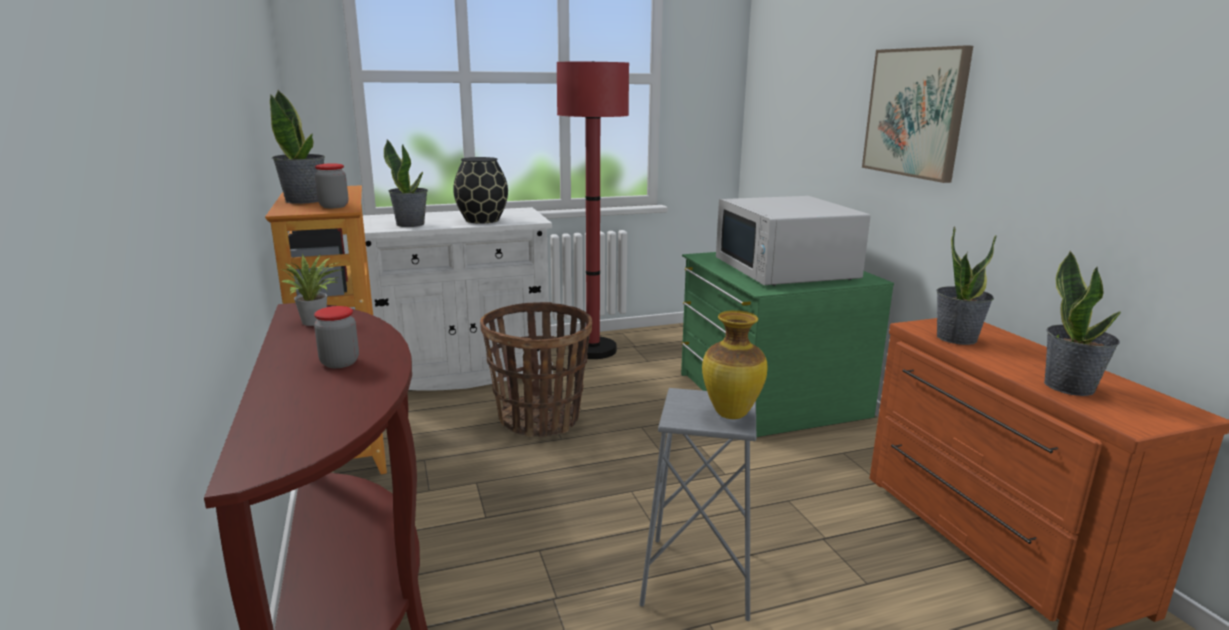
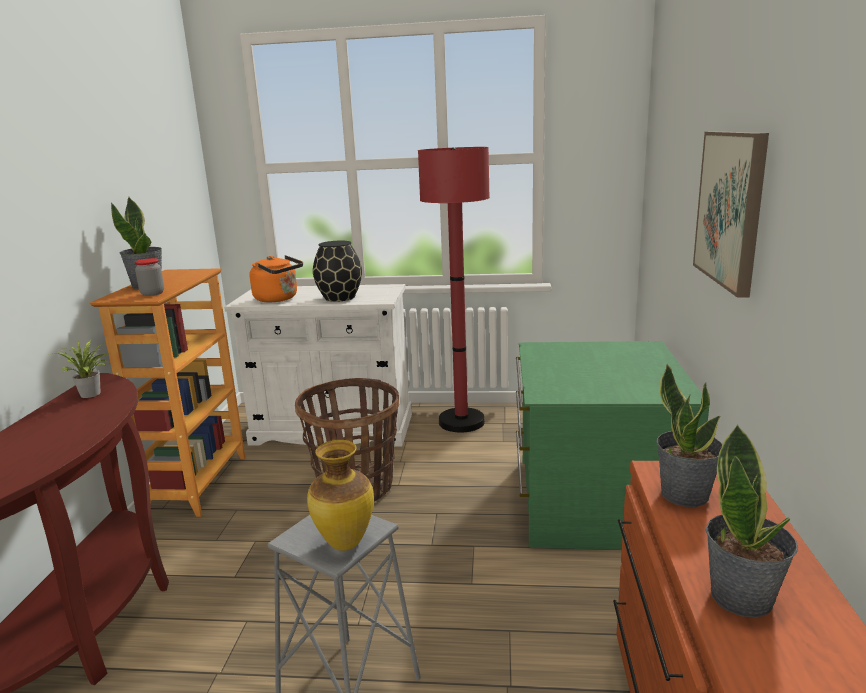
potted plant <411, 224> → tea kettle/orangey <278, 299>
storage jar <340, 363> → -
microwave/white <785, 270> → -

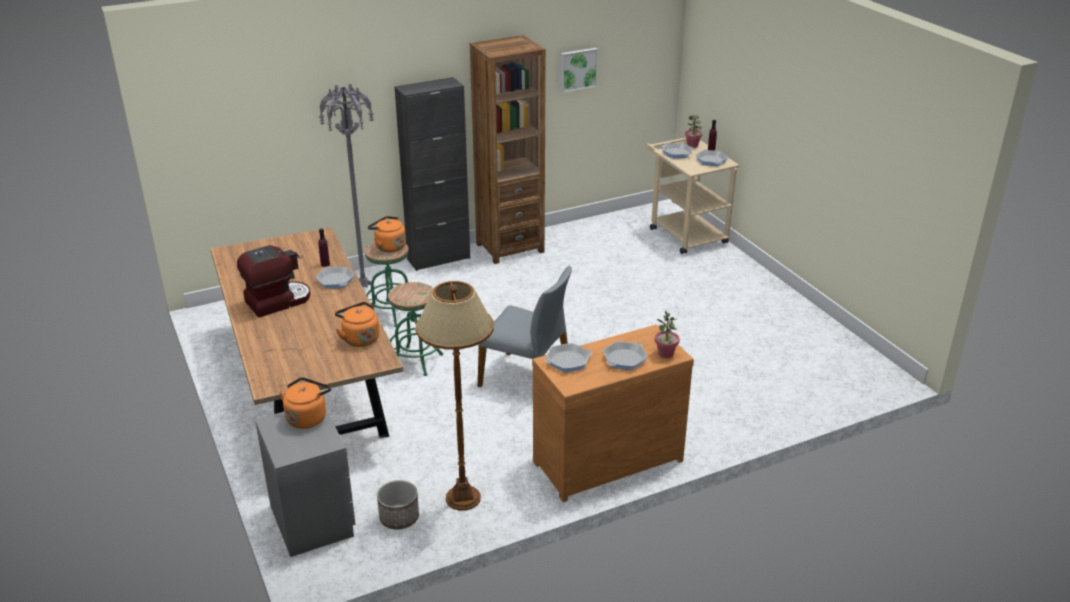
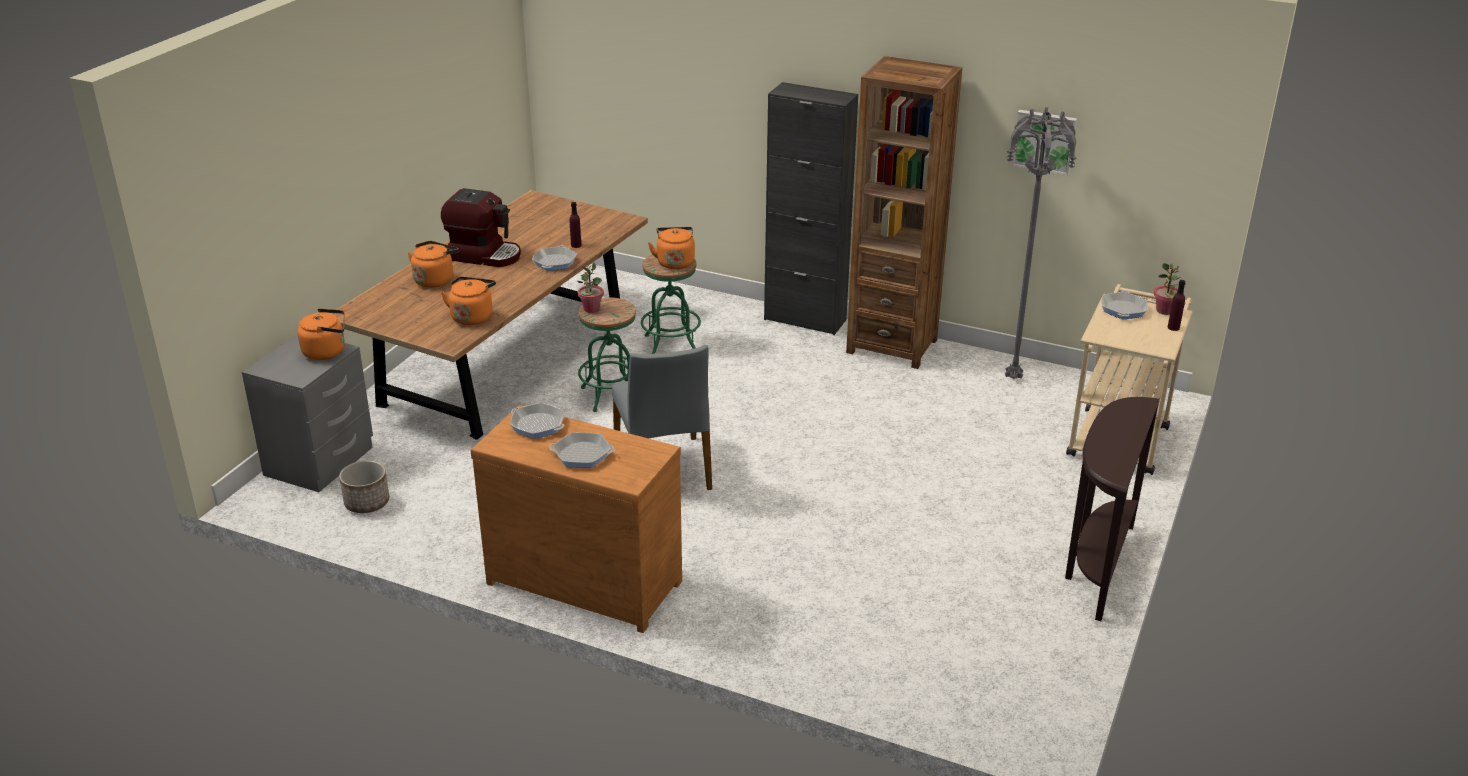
- → tea kettle/orangey <435, 280>
potted plant <665, 354> → potted plant <591, 309>, shifted
floor lamp/grey <362, 286> → floor lamp/grey <1013, 377>, shifted
- → narrow table/brownish <1096, 566>
floor lamp/brownish <462, 498> → -
skillet <711, 160> → -

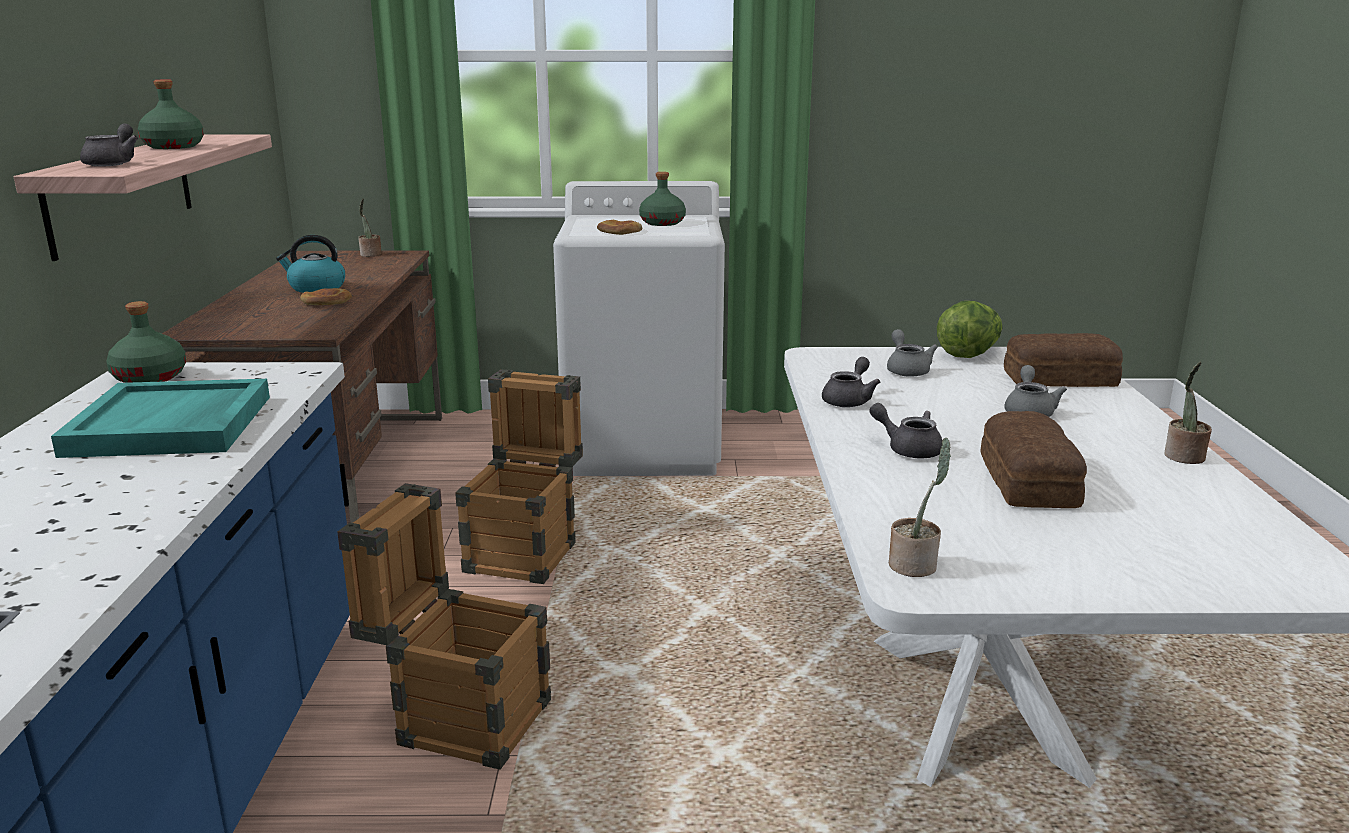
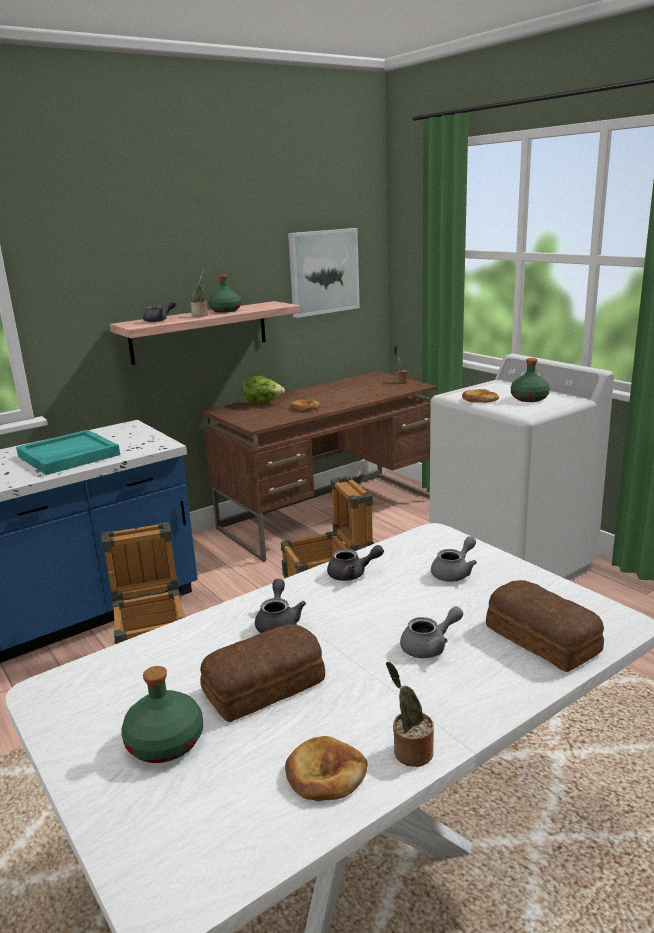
beverage bottle/greenish <150, 377> → beverage bottle/greenish <166, 742>, shifted
potted plant <915, 565> → potted plant <201, 315>, shifted
lettuce <969, 354> → lettuce <263, 403>, shifted
- → bakery bread <325, 774>
- → wall art <323, 272>
tea kettle <316, 288> → -

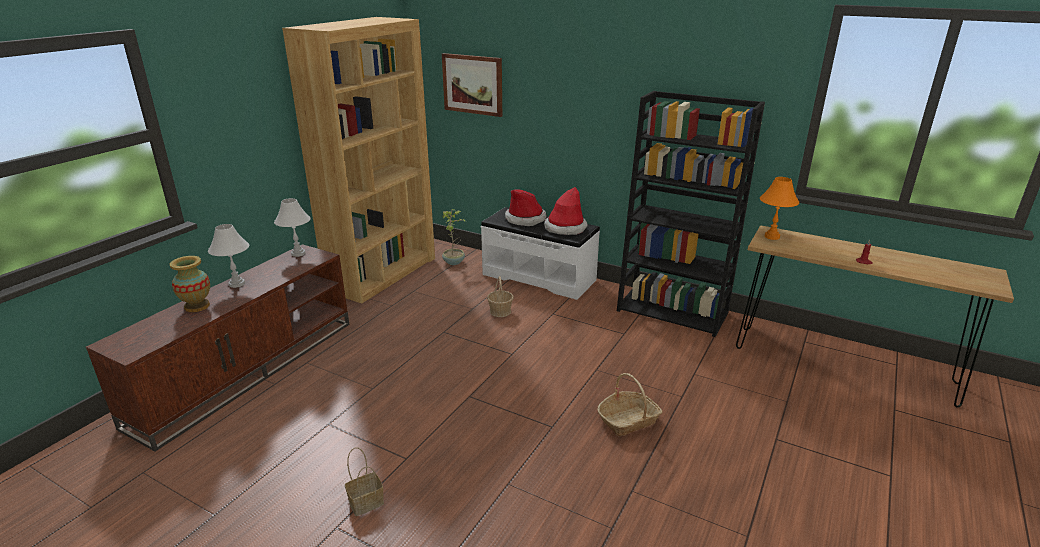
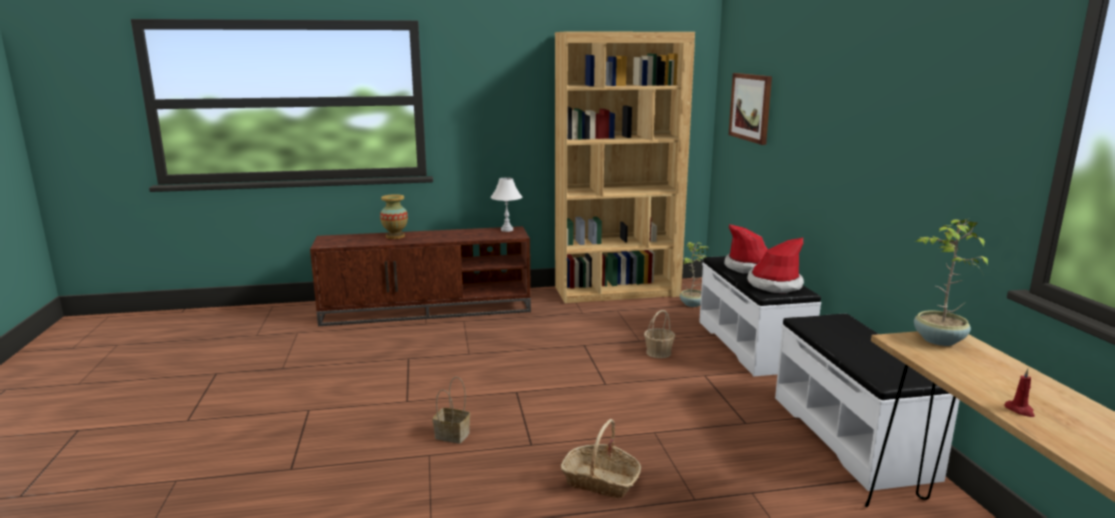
household basket <367, 501> → household basket <453, 435>, shifted
bookcase/black-coloured <673, 311> → long seat/white <852, 435>
table lamp/orangey <772, 236> → potted plant <938, 340>
table lamp/white <236, 284> → -

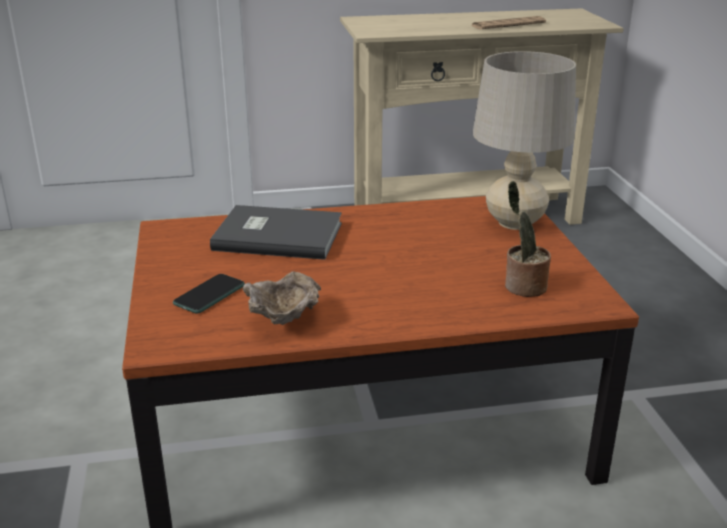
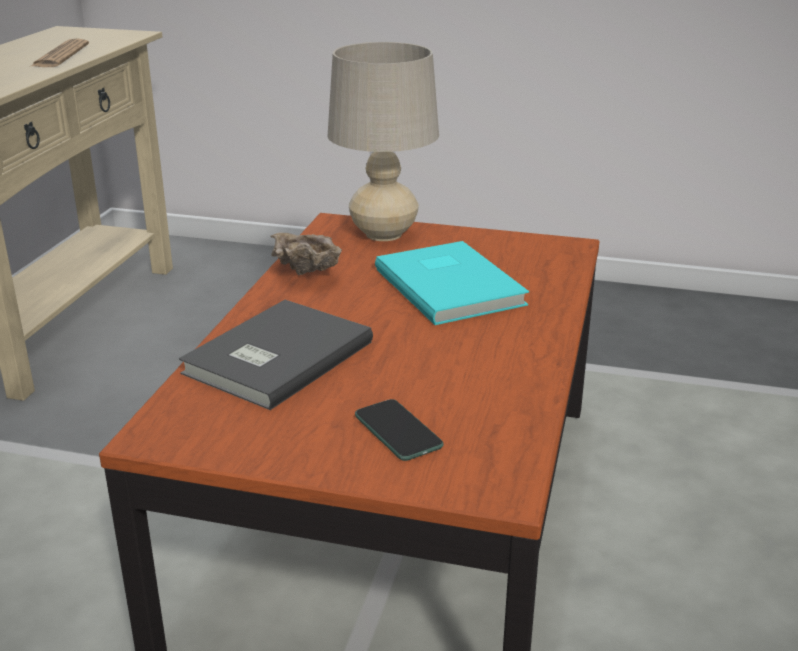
deep dish/sand-coloured <285, 321> → deep dish/sand-coloured <306, 275>, shifted
- → volume/blue-green <451, 285>
potted plant <522, 287> → -

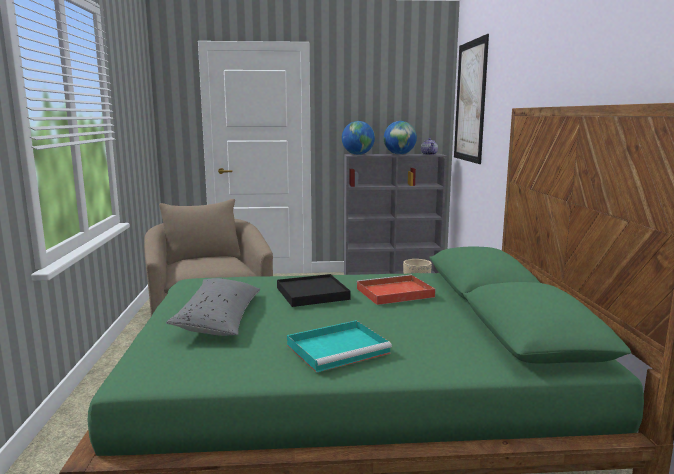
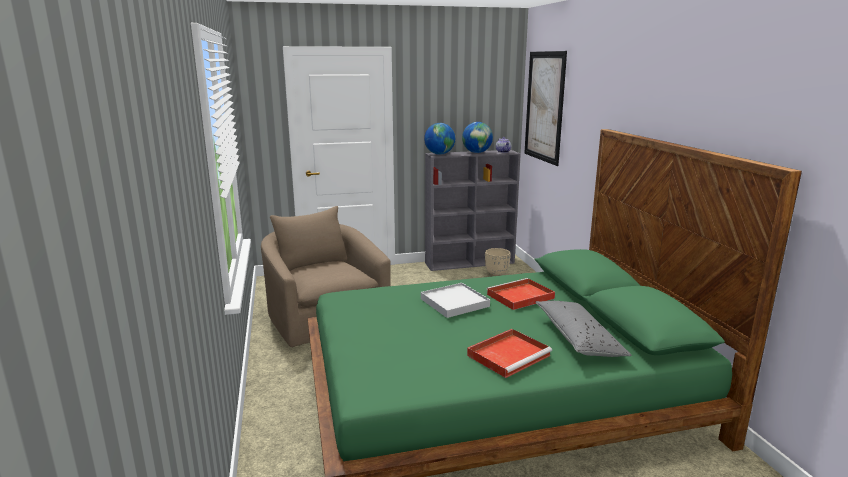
serving tray/black-coloured <312, 293> → serving tray/white <454, 303>
serving tray/blue-green <339, 348> → serving tray/reddish <509, 355>
throw pillow/grey <219, 318> → throw pillow/grey <578, 338>, shifted

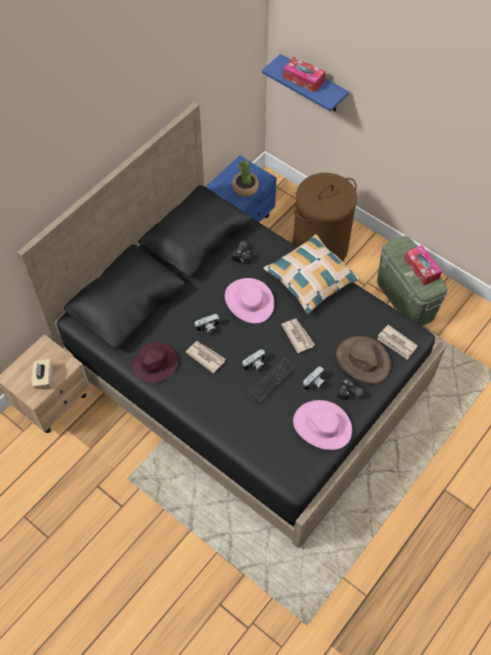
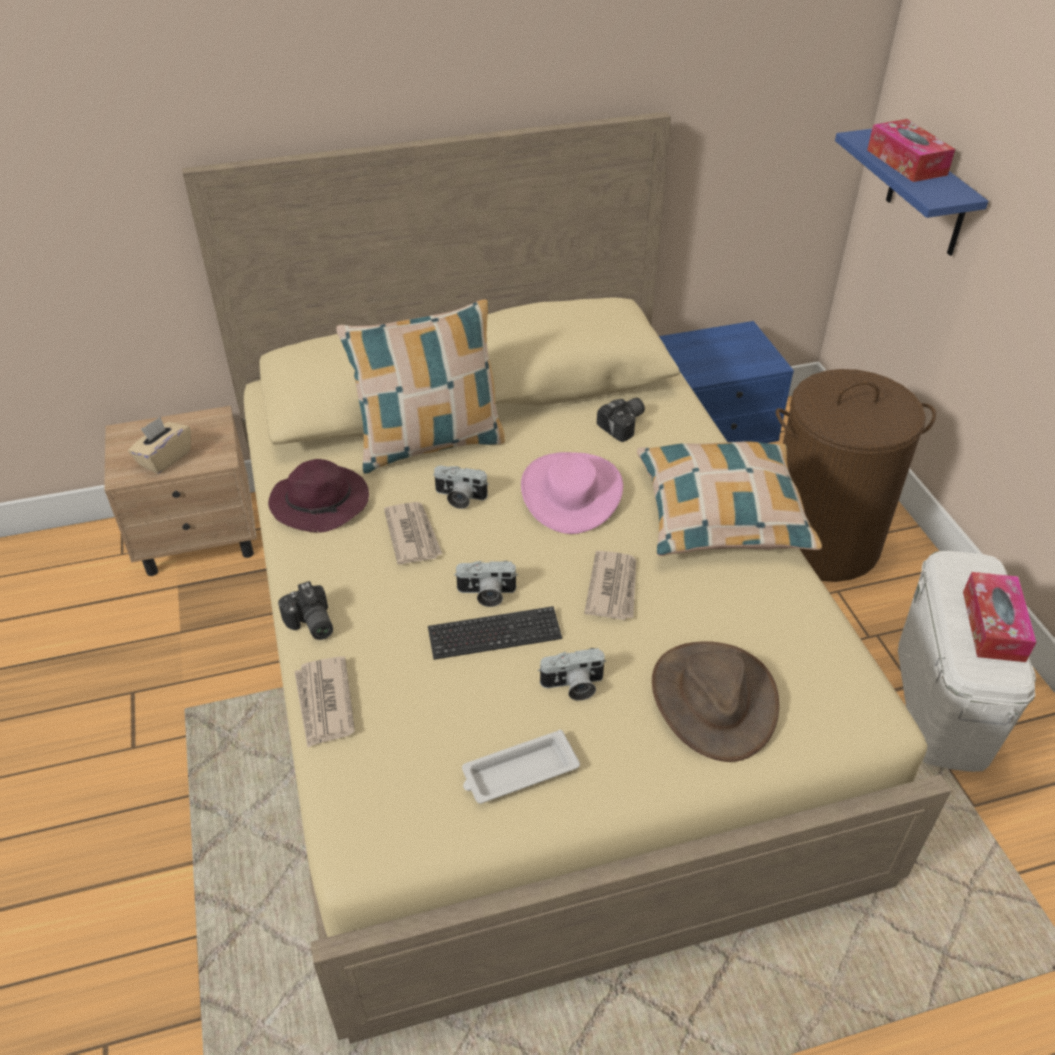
sleeping bed/black-coloured <245, 371> → sleeping bed/sand-coloured <529, 657>
photo camera <350, 394> → photo camera <310, 624>, shifted
daily paper <396, 343> → daily paper <324, 704>, shifted
- → throw pillow <429, 444>
wearable hat/pink-coloured <322, 426> → serving tray/white <518, 772>
storage container/greenish <405, 298> → storage container/white <942, 701>
potted plant <245, 188> → -

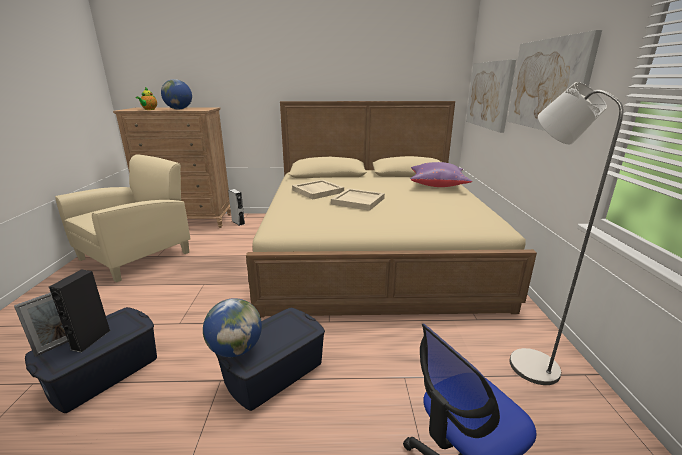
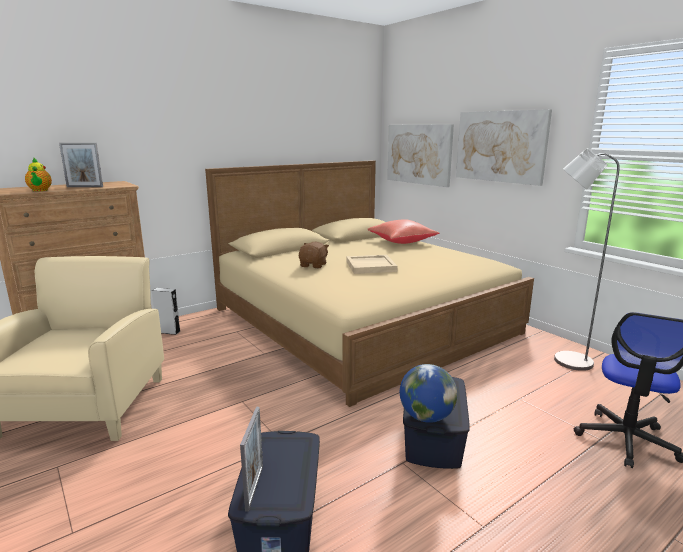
world globe <179, 109> → picture frame <85, 187>
serving tray/sand-coloured <317, 191> → cuddly toy/brownish <313, 265>
throw pillow/purple-coloured <437, 185> → throw pillow/reddish <401, 242>
speaker/black-coloured <91, 339> → -

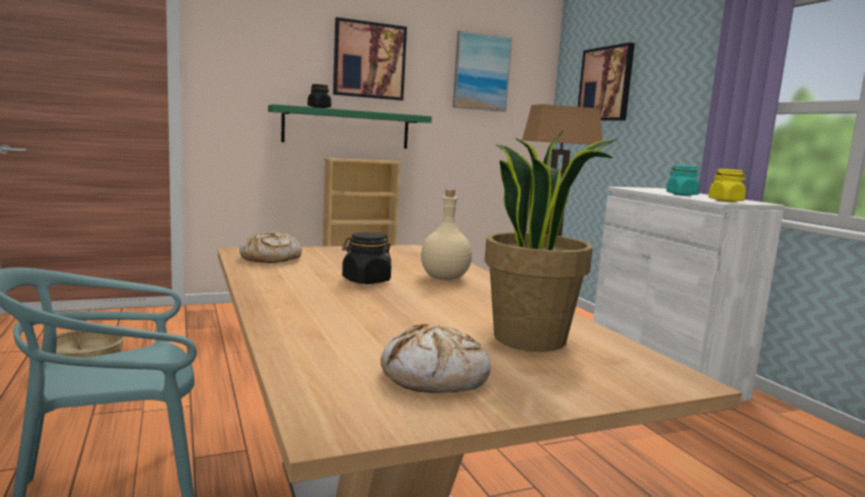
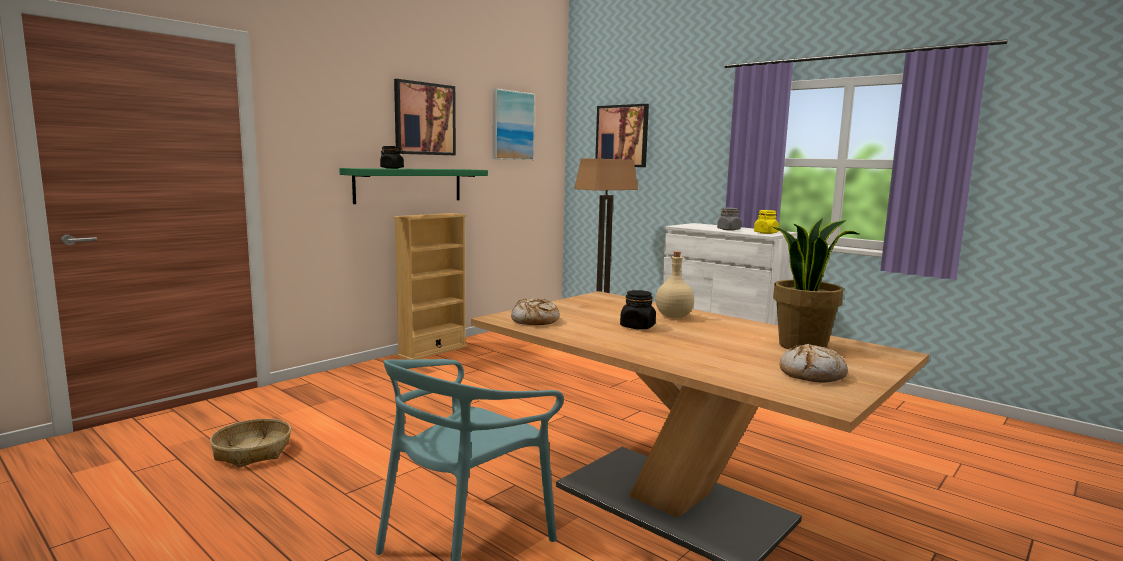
storage jar/blue-green <682, 194> → storage jar/grey <728, 229>

